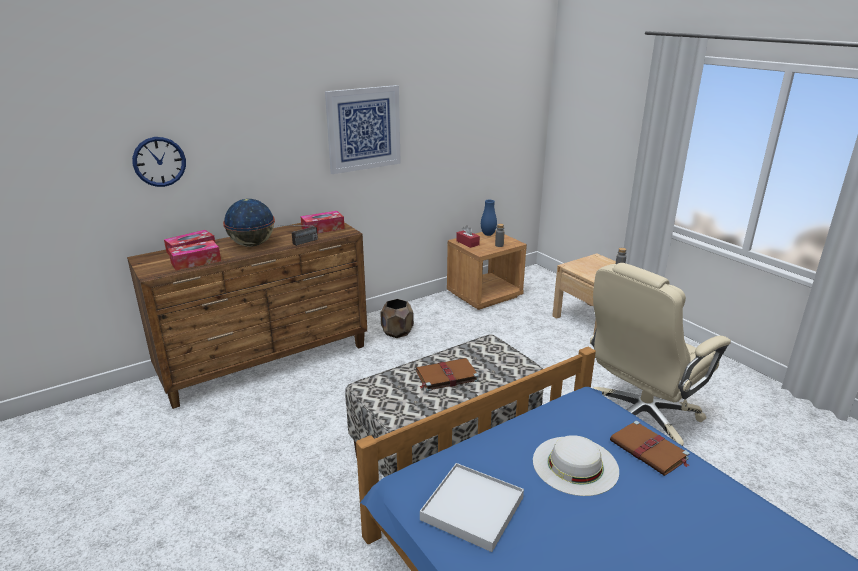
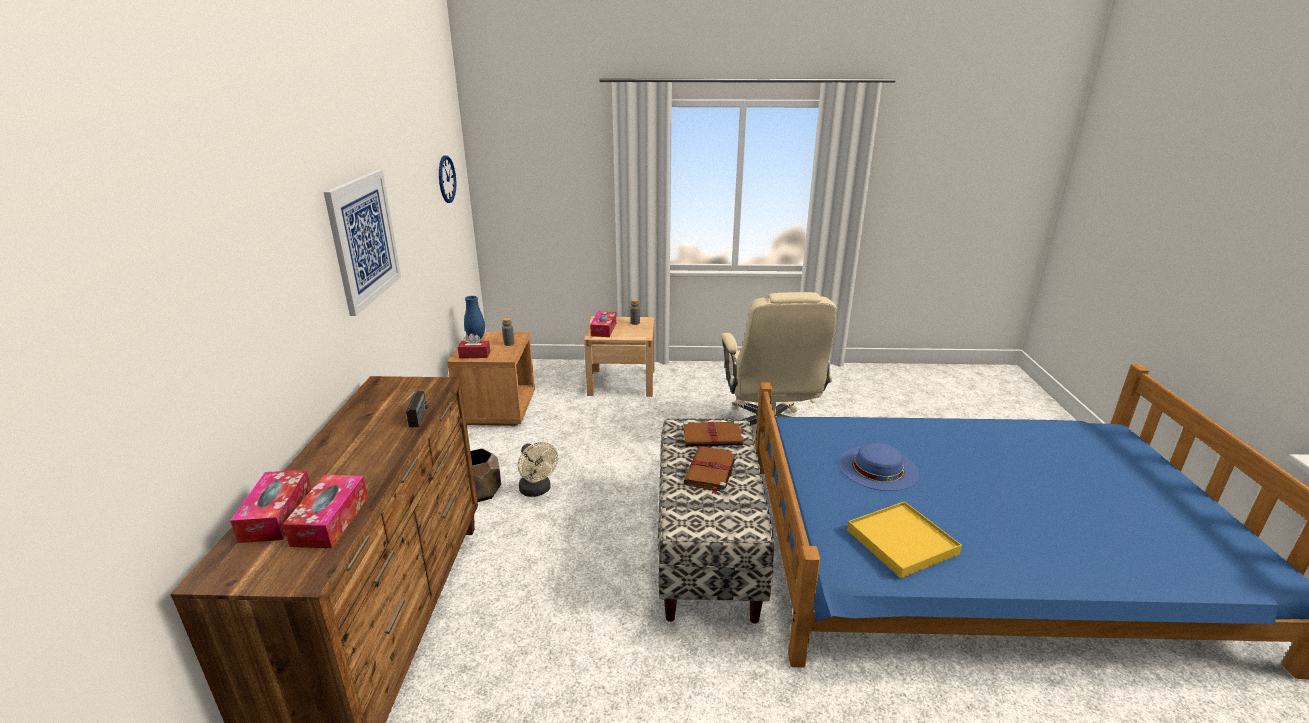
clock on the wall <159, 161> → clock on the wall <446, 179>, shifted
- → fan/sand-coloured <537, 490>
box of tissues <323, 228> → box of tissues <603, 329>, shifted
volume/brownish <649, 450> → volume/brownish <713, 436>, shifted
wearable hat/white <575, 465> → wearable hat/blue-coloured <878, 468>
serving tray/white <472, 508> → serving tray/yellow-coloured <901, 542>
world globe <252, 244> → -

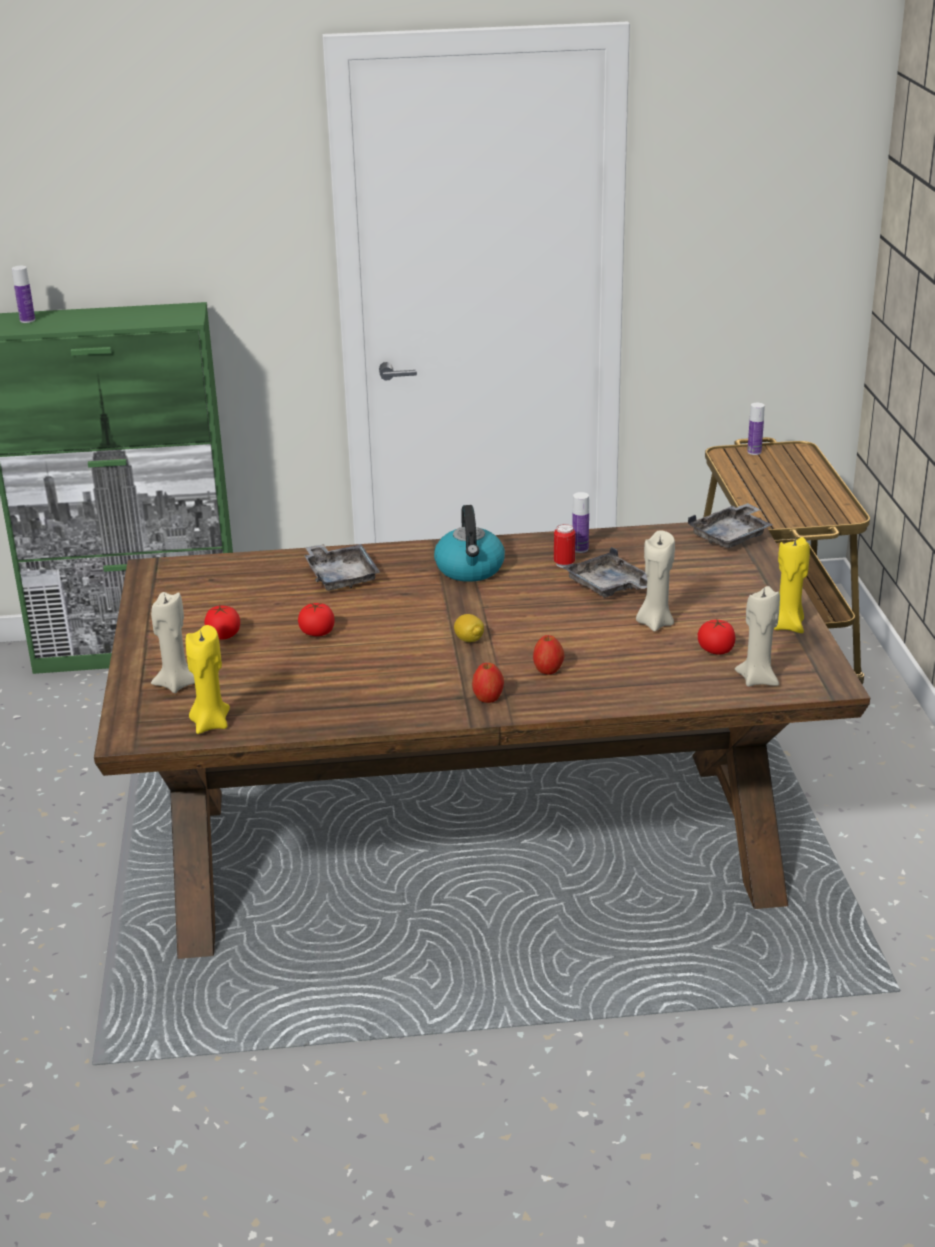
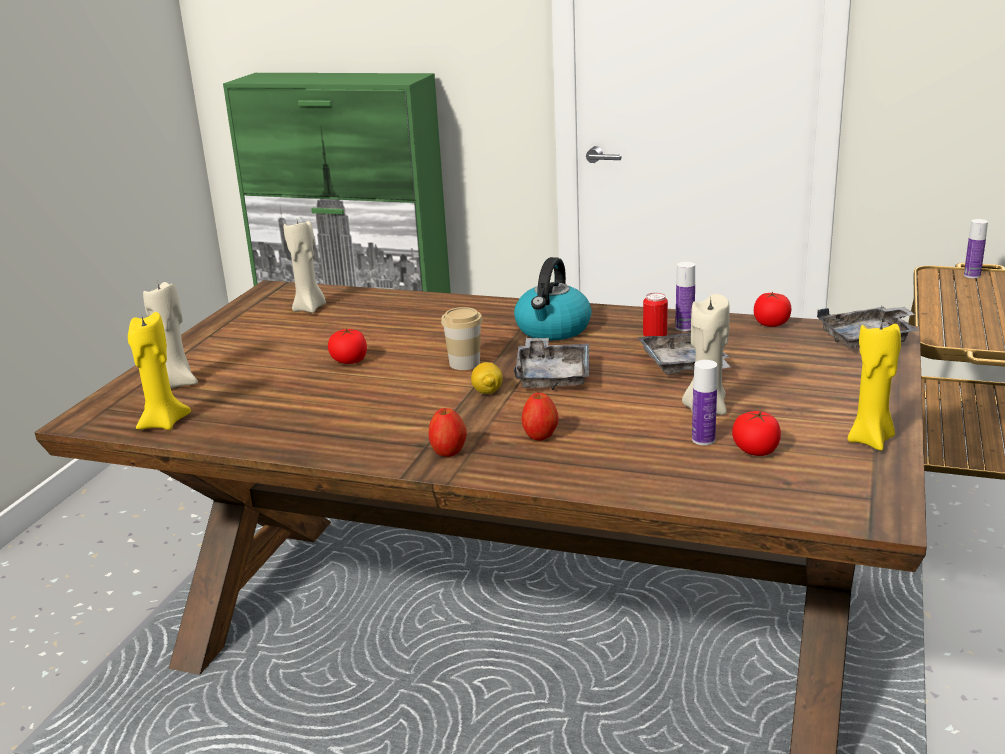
wax candle/sand-coloured <757, 679> → wax candle/sand-coloured <310, 308>, shifted
- → drinking cup <464, 363>
serving tray/grey <341, 576> → serving tray/grey <552, 376>, shifted
beverage bottle <27, 320> → beverage bottle <703, 440>, shifted
fresh tomato <223, 635> → fresh tomato <771, 324>, shifted

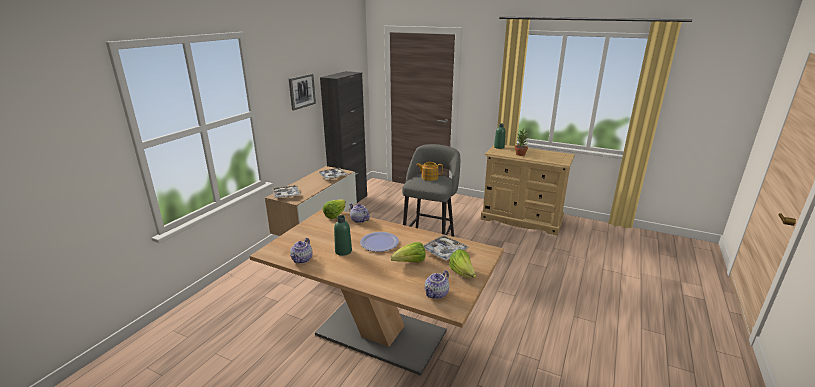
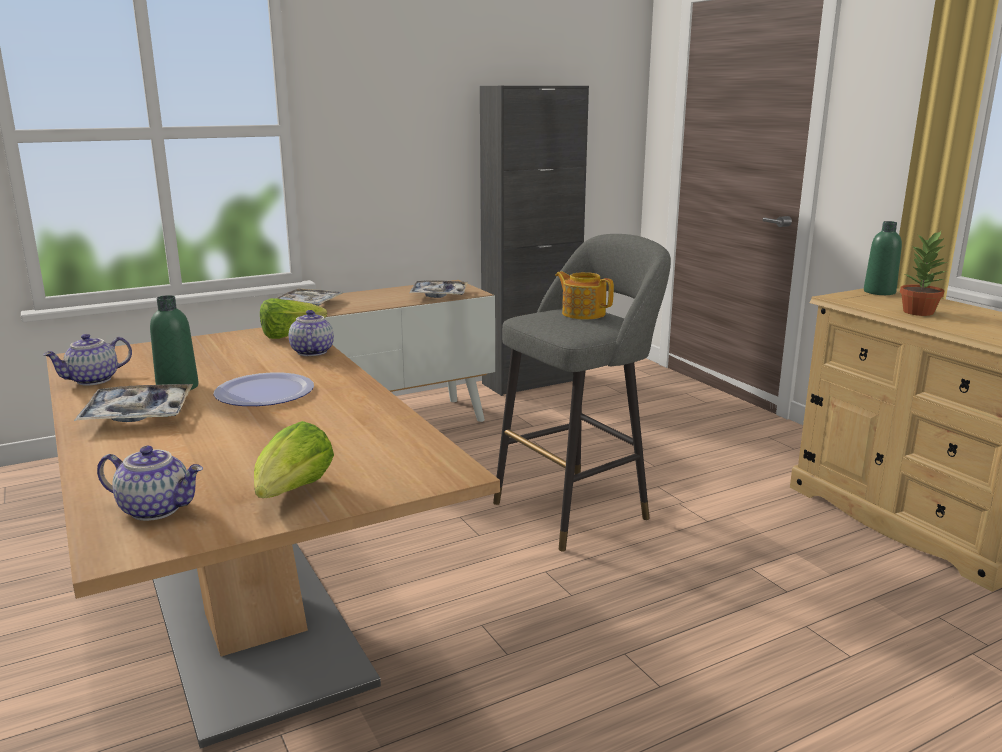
serving tray <444, 251> → serving tray <138, 414>, shifted
tea pot <437, 294> → tea pot <157, 509>, 150 degrees counterclockwise
wall art <301, 91> → -
lettuce <410, 262> → -

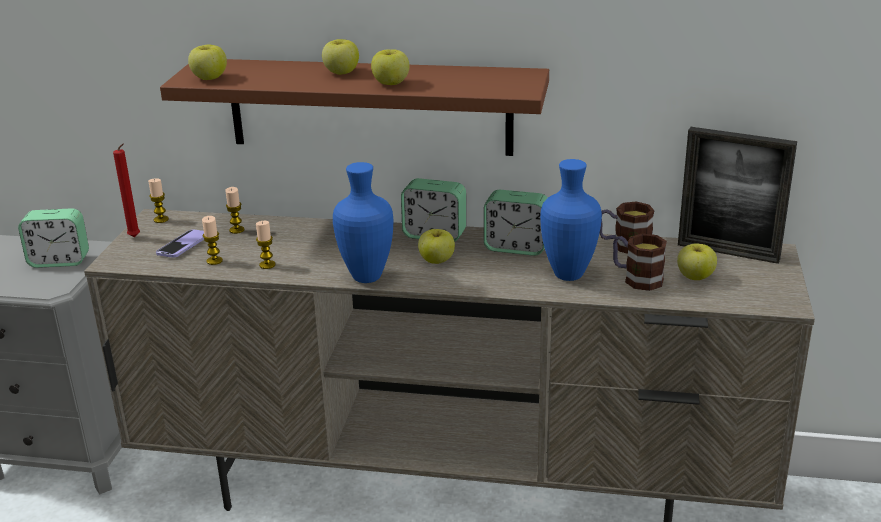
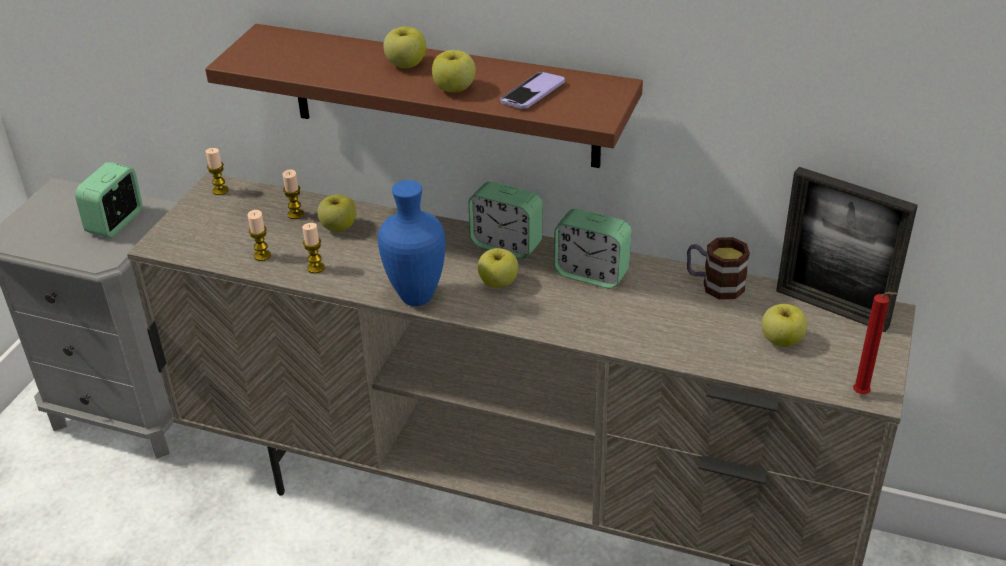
alarm clock <59, 261> → alarm clock <116, 222>, 105 degrees clockwise
whole apple <209, 78> → whole apple <338, 227>, shifted
handset <183, 245> → handset <532, 93>, shifted
wax candle/reddish <135, 237> → wax candle/reddish <862, 395>, shifted
flower vase/blue-coloured <566, 274> → -
tea mug <636, 278> → -

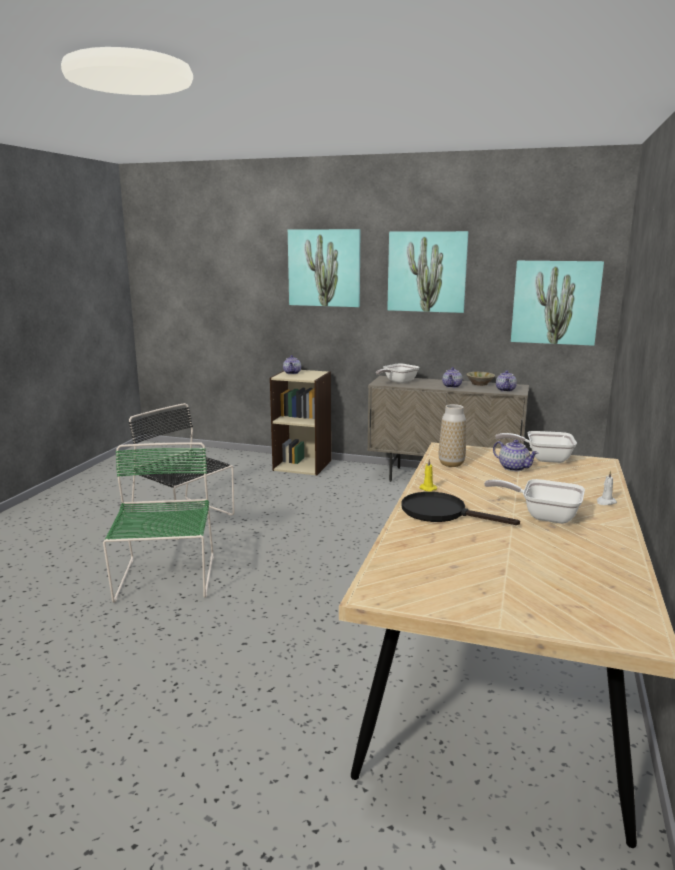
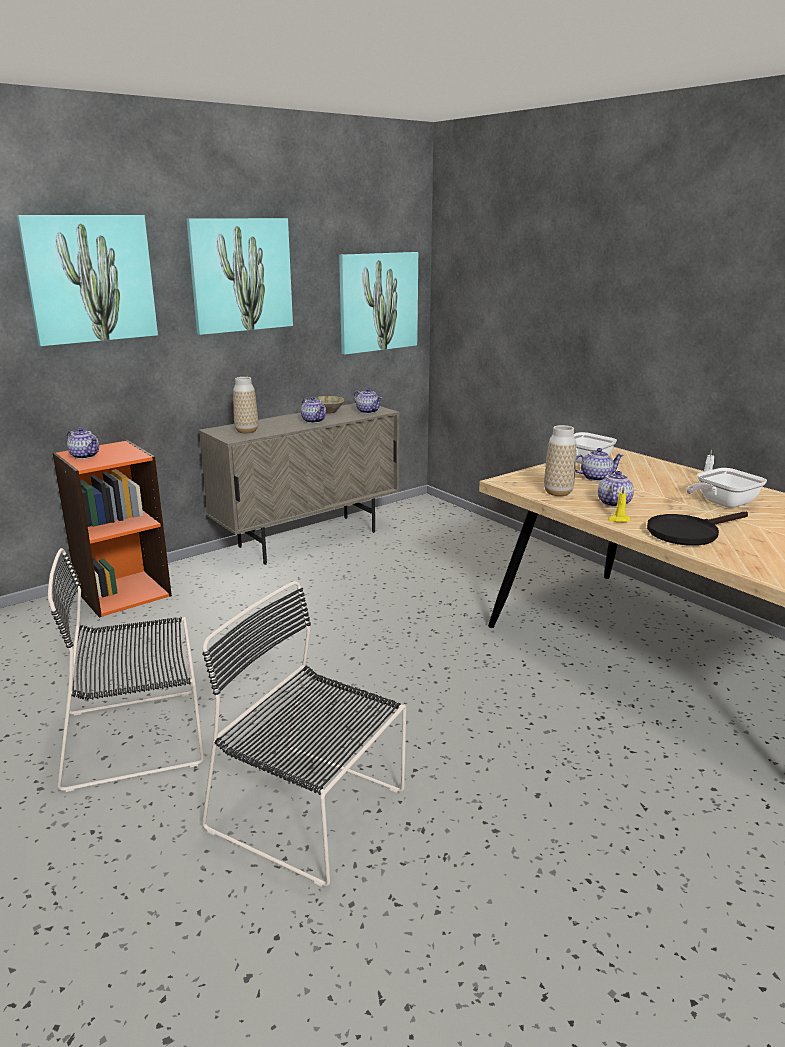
bookcase/sand-coloured <302, 465> → bookcase/orangey <123, 593>
upright chair/greenish <165, 580> → upright chair/black-coloured <312, 812>
skillet <398, 382> → flower vase <246, 431>
- → tea pot <613, 503>

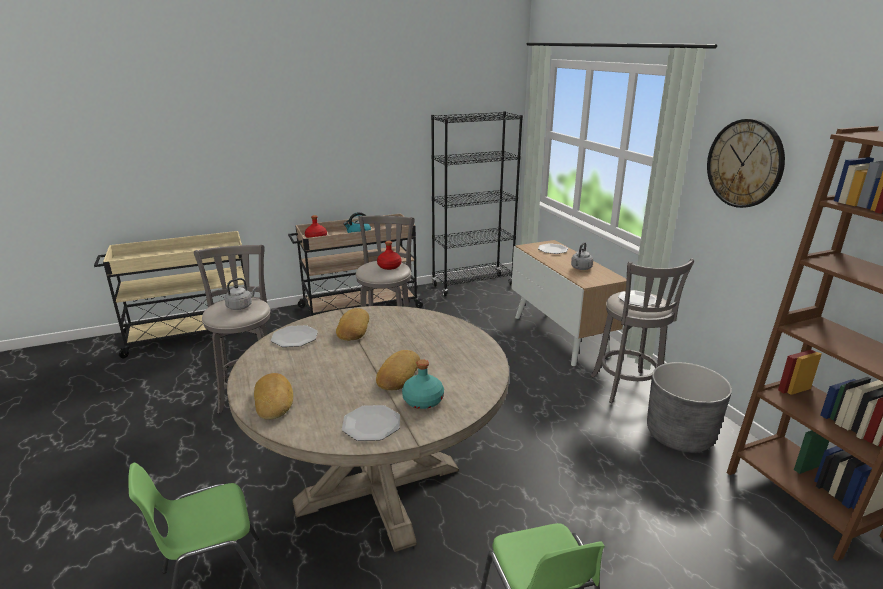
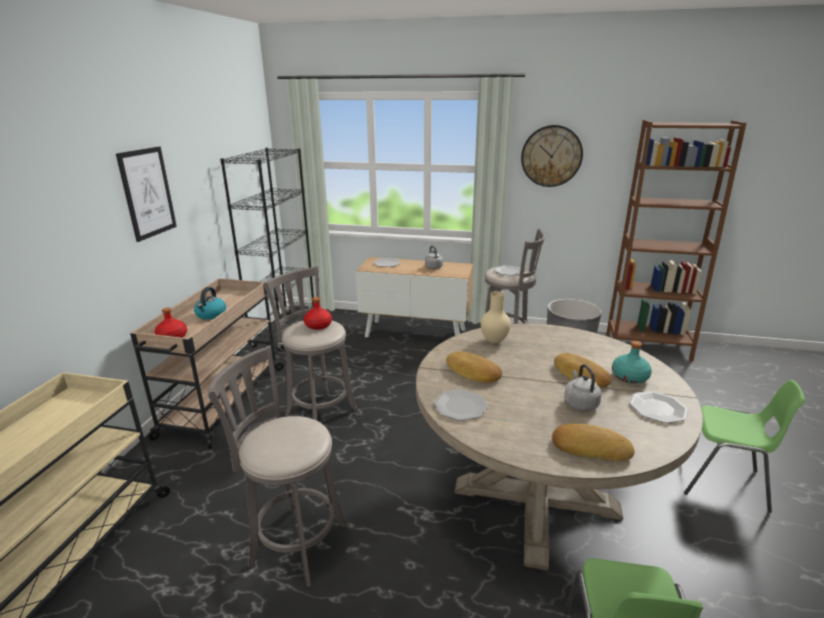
- → wall art <147, 193>
- → flower vase/sand-coloured <493, 341>
tea kettle/grey <241, 306> → tea kettle/grey <580, 403>, shifted

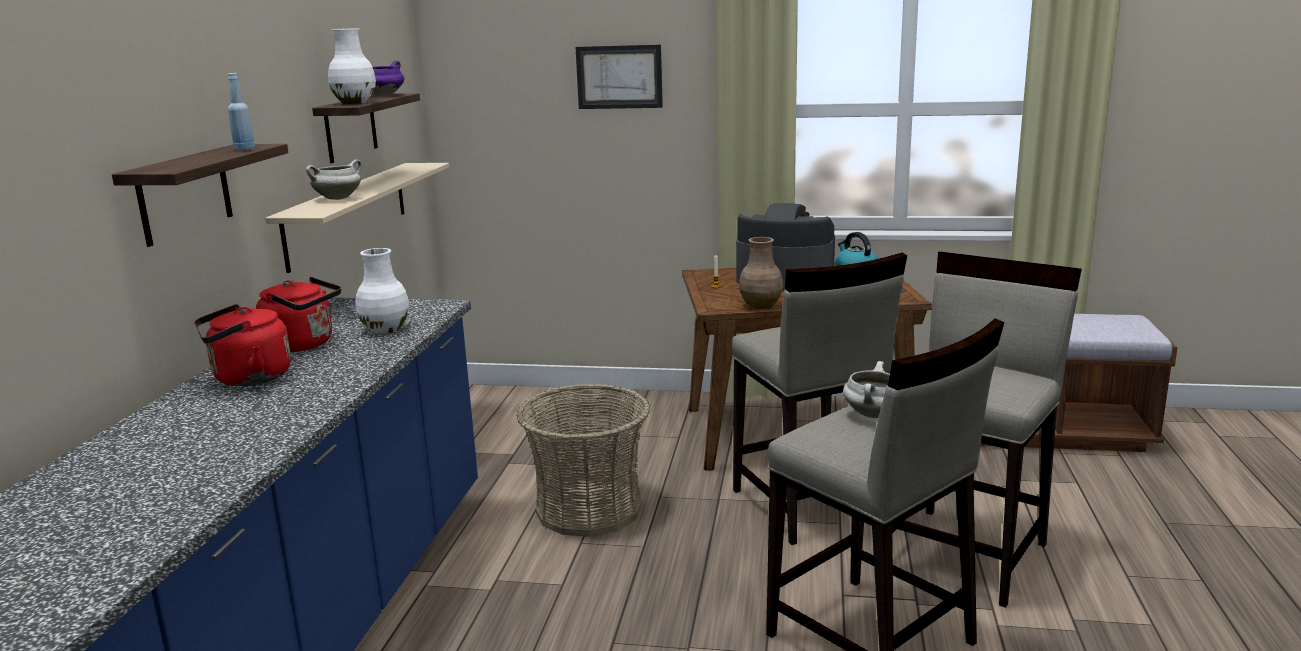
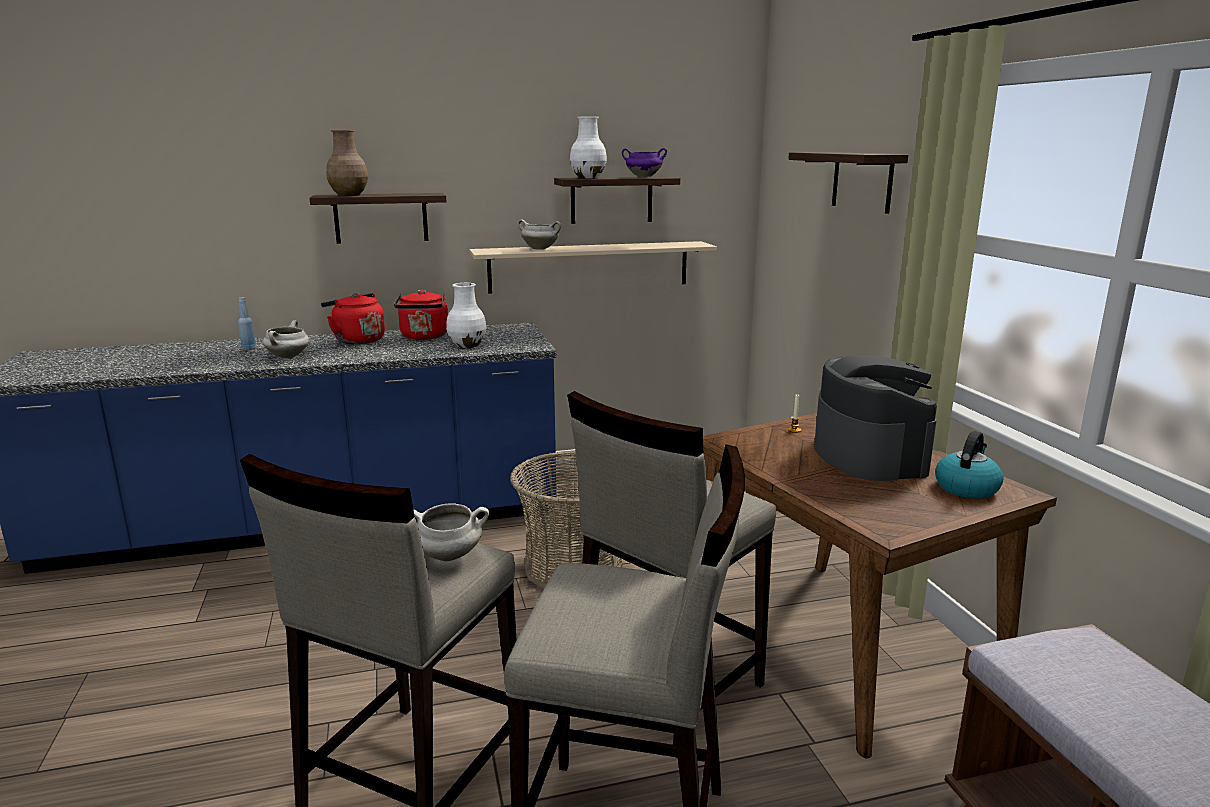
beverage bottle/blue-coloured <244, 149> → beverage bottle/blue-coloured <249, 348>, shifted
- → stockpot/white <288, 357>
flower vase/brownish <761, 306> → flower vase/brownish <349, 195>, shifted
wall art <619, 77> → bracket shelf <862, 181>

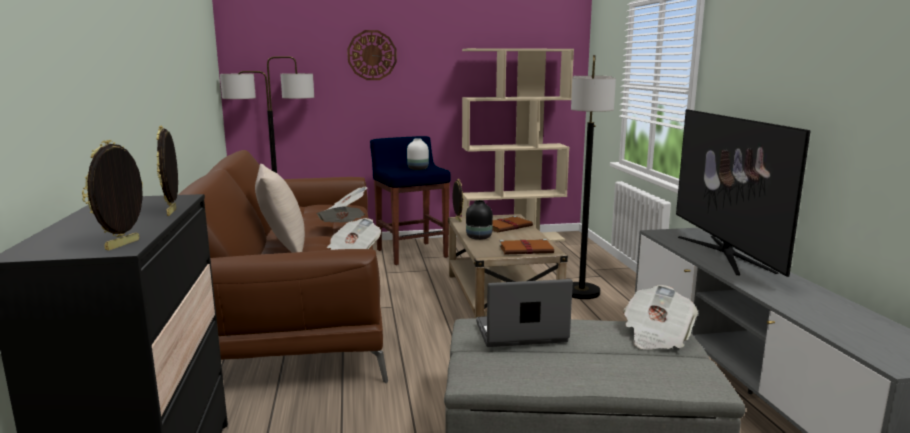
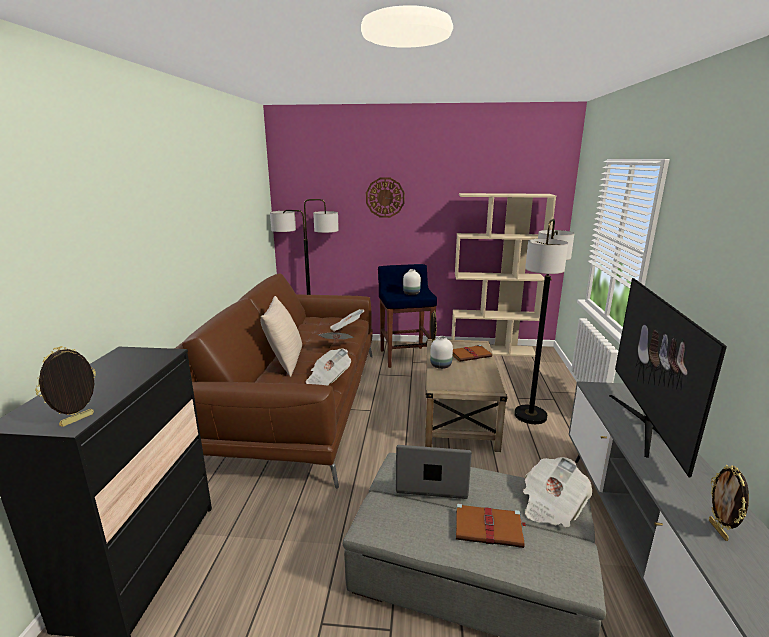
flower vase/black-coloured <478, 237> → flower vase/white <440, 366>
volume/brownish <527, 249> → volume/brownish <489, 528>, shifted
picture frame <173, 212> → picture frame <719, 530>, shifted

